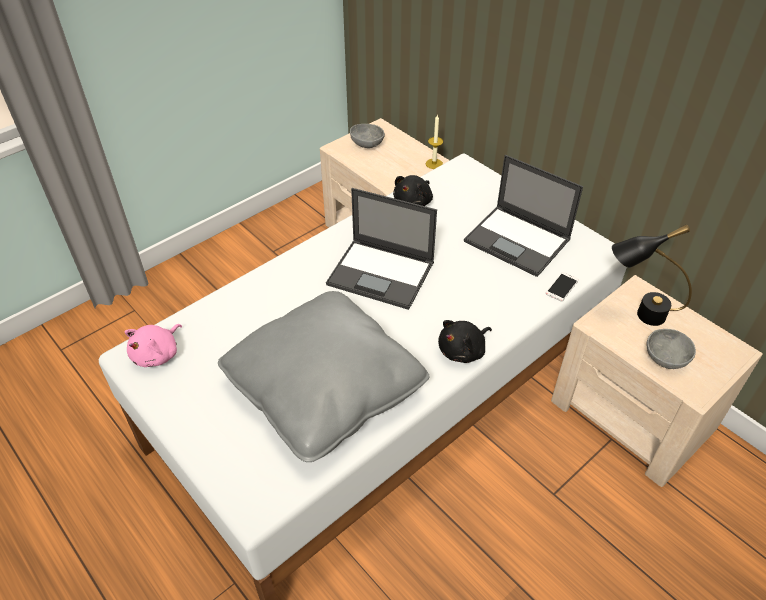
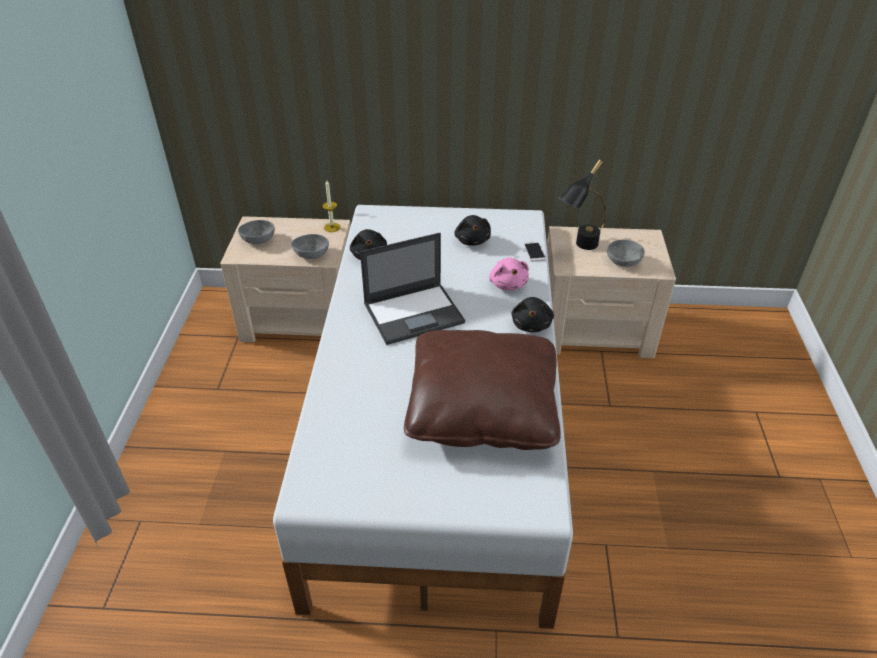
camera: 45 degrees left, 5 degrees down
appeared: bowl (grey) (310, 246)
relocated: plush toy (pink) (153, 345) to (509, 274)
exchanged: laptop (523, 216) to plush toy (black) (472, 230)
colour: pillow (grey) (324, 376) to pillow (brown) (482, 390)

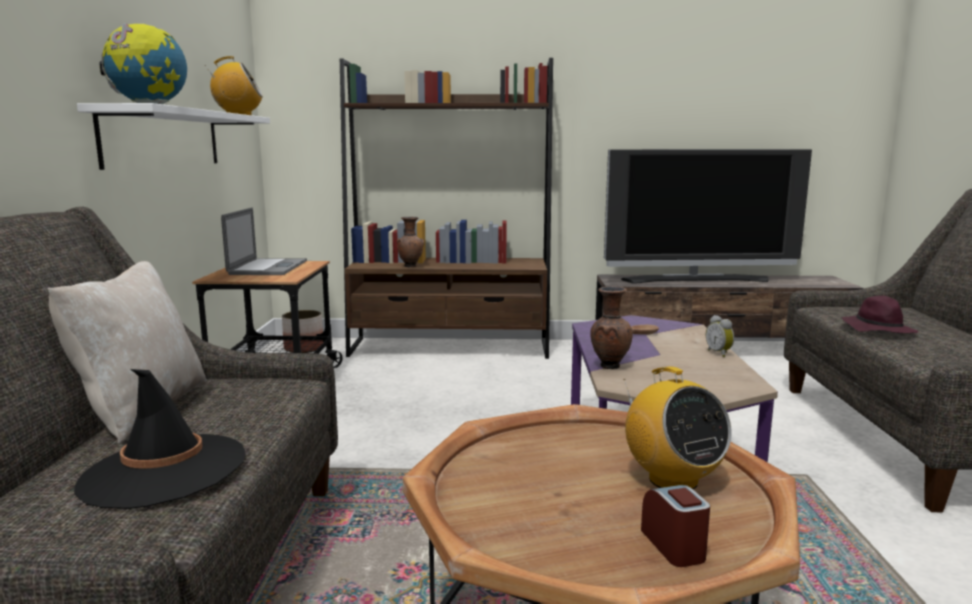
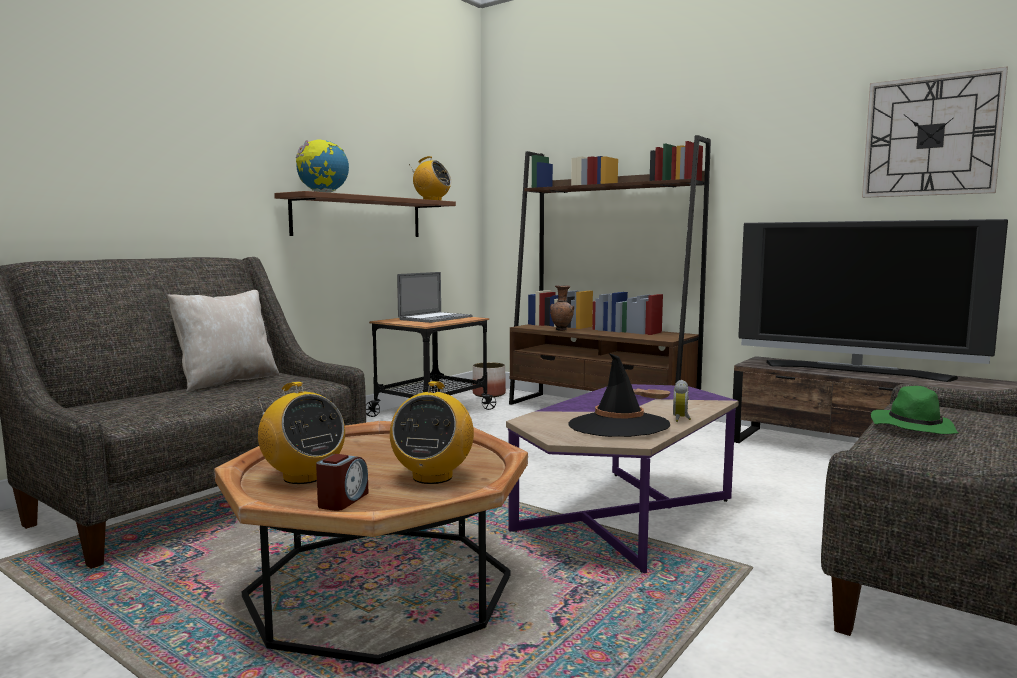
camera: 35 degrees right, 5 degrees down
missing: vase (brown) (611, 327)
appeared: wall clock (935, 132); radio (301, 433)
relocated: hat (black) (160, 439) to (619, 395)
colour: shelf (white) (173, 136) to shelf (brown) (365, 214); hat (purple) (880, 314) to hat (green) (915, 410)

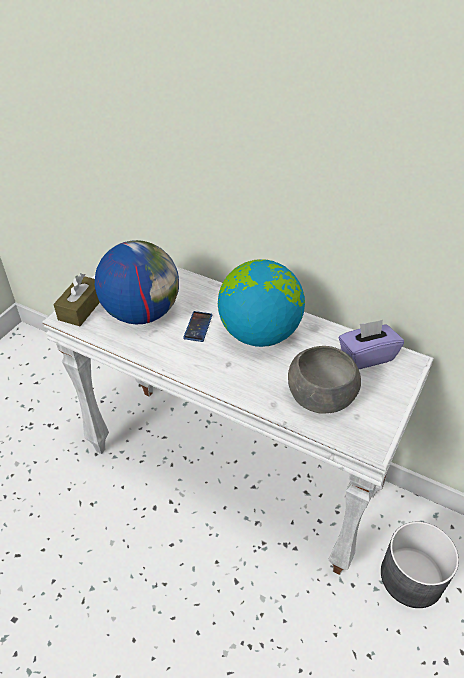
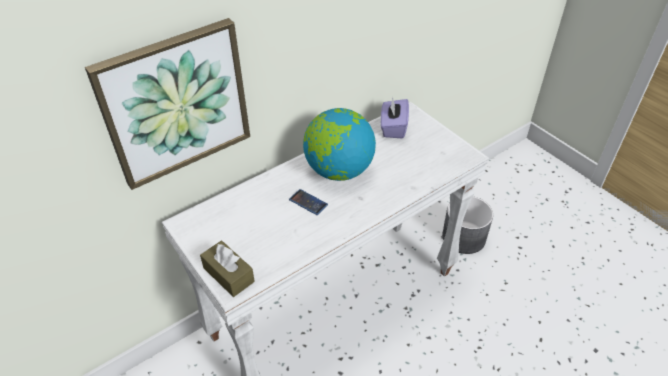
camera: 65 degrees left, 0 degrees up
missing: globe (137, 282); bowl (grey) (324, 380)
appeared: picture (167, 104)

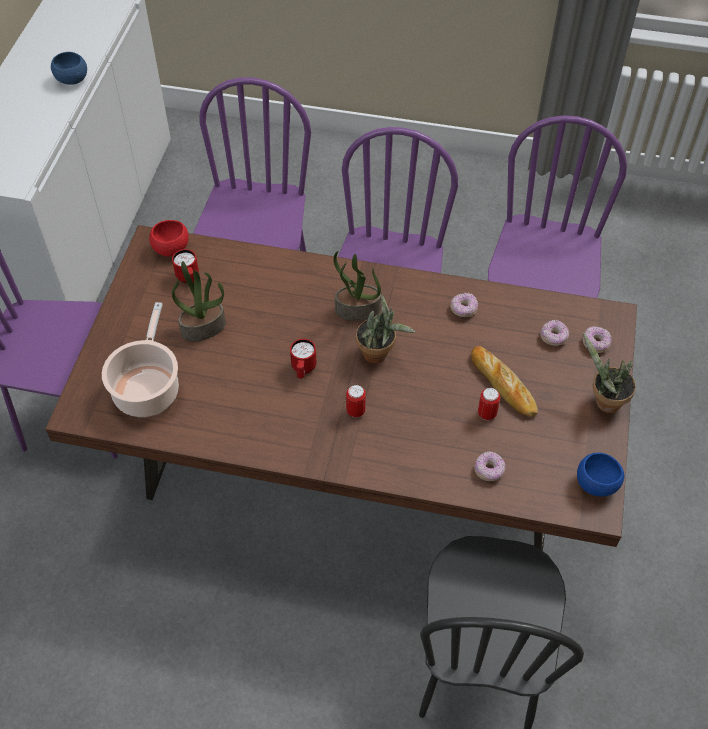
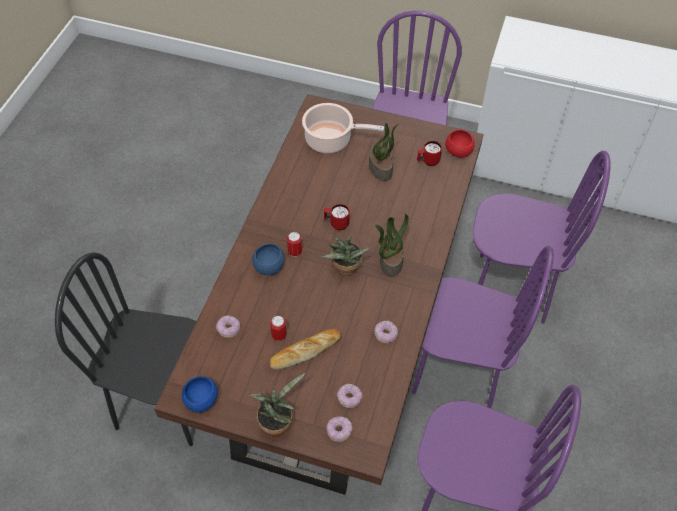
camera: 95 degrees right, 0 degrees up
relocated: bowl (blue) (69, 68) to (268, 259)

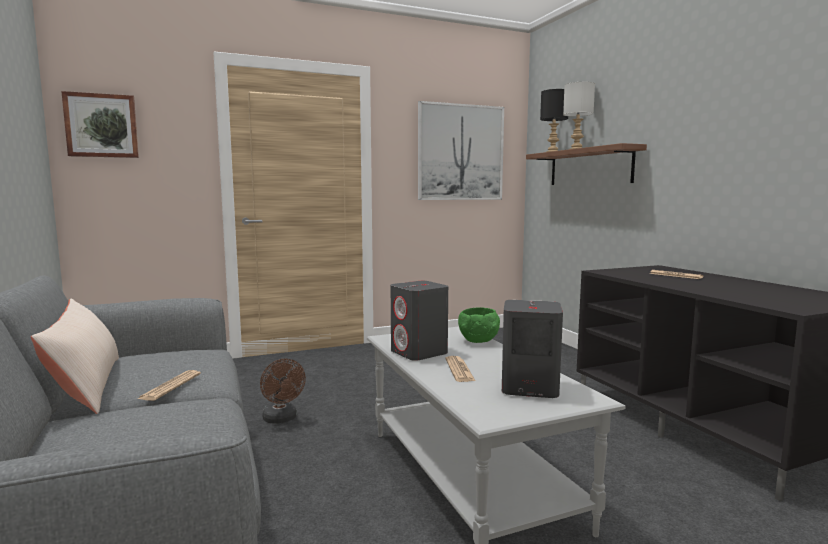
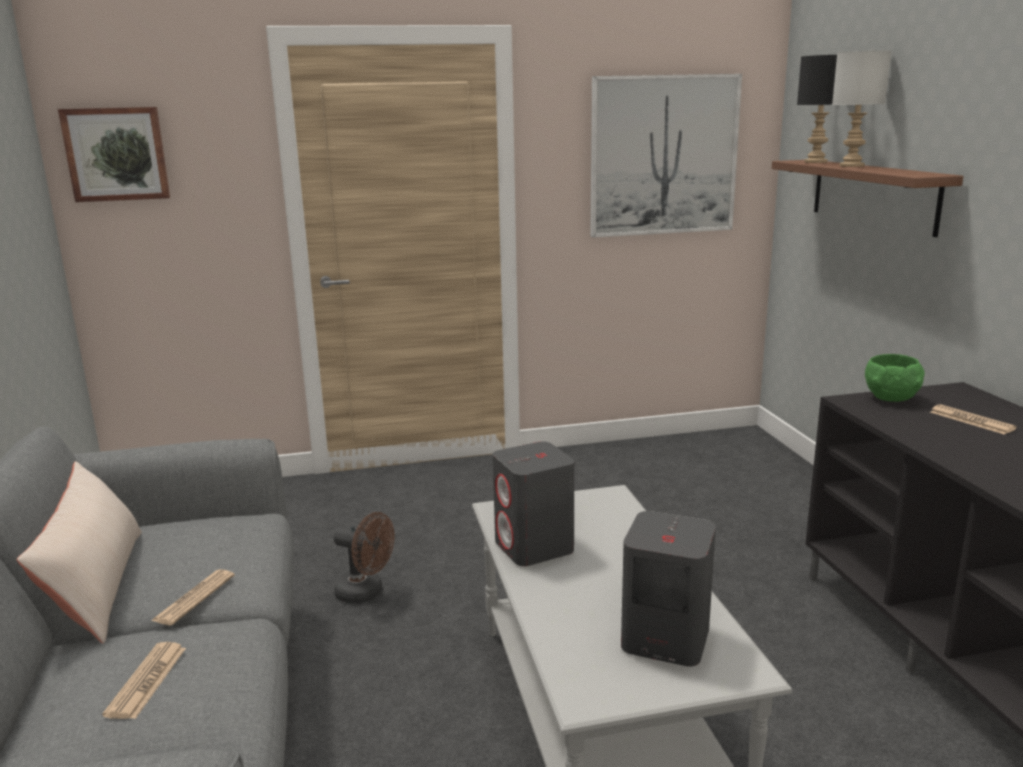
camera: 10 degrees right, 10 degrees up
relocated: bowl (green) (479, 325) to (895, 378); newspaper (460, 369) to (144, 680)
spun: fan (brown) (283, 391) = (364, 558) 45 degrees counterclockwise

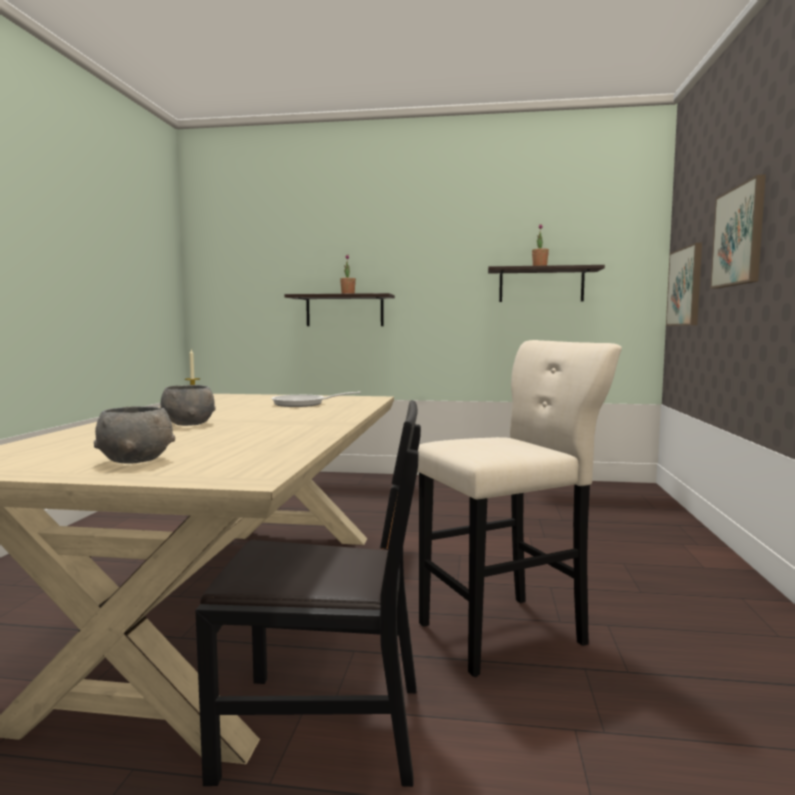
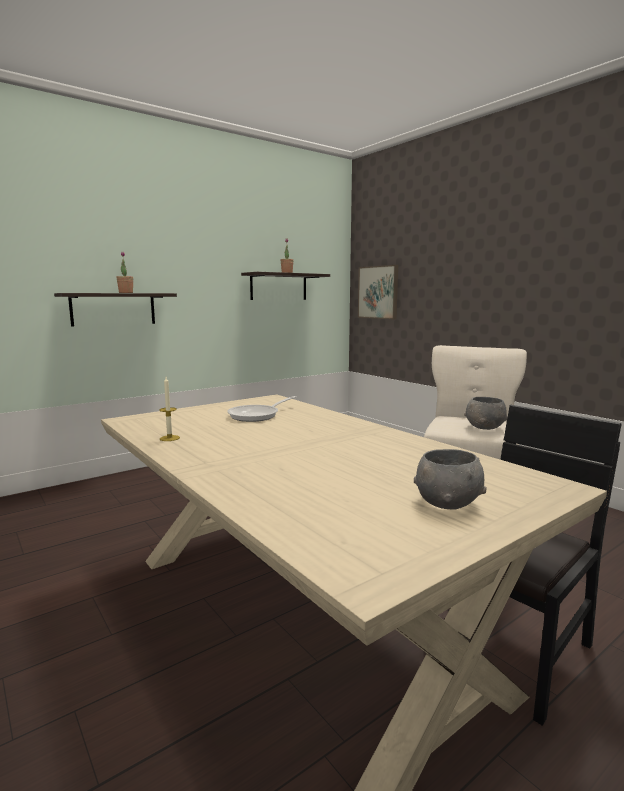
camera: 45 degrees left, 5 degrees up
missing: picture (738, 231)
relocated: bowl (grey) (188, 405) to (486, 413)

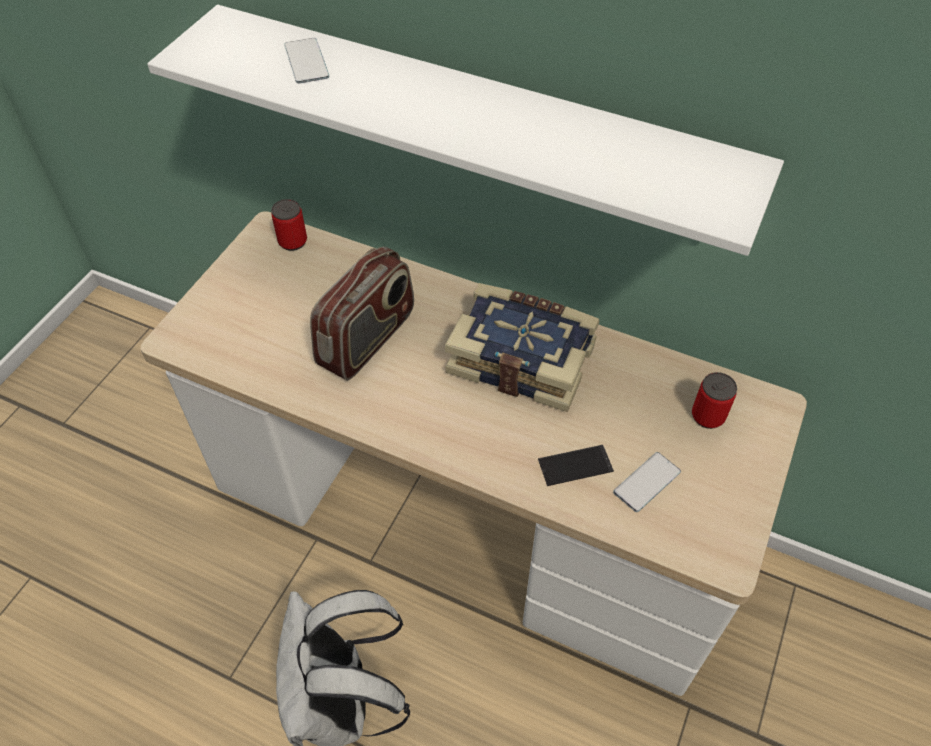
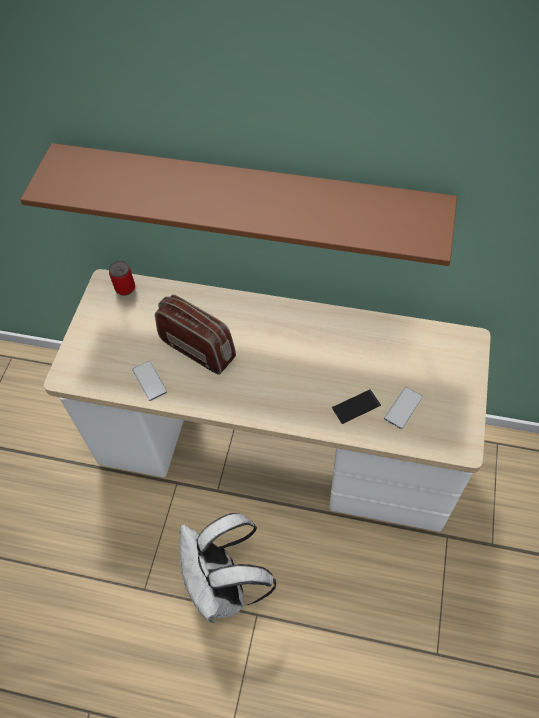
camera: 10 degrees left, 5 degrees up
missing: book (522, 347); can (714, 400)
relocated: phone (306, 60) to (149, 381)
colour: shelf (white) (465, 130) to shelf (brown) (238, 204)
spun: radio (362, 314) = (195, 335) 75 degrees counterclockwise

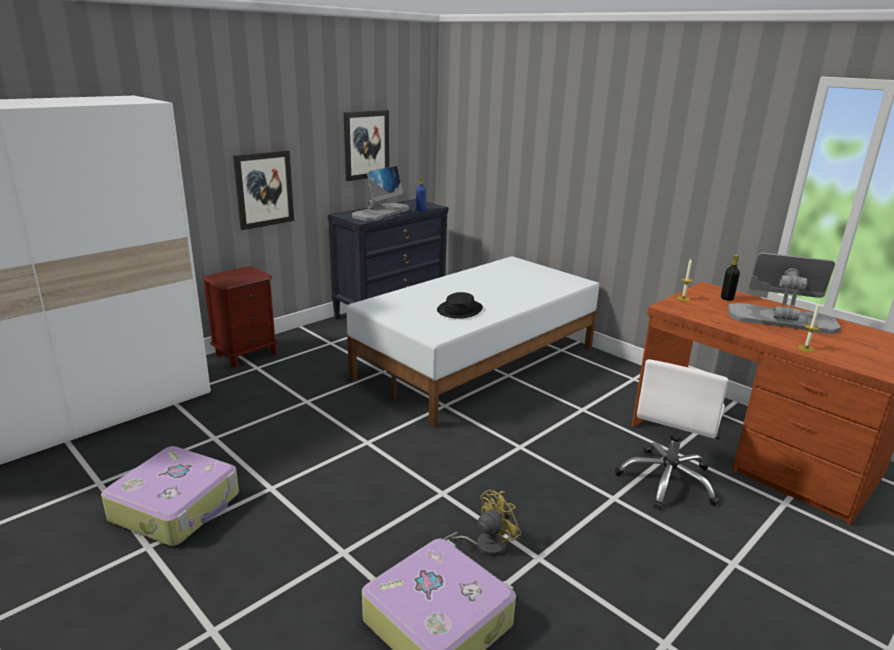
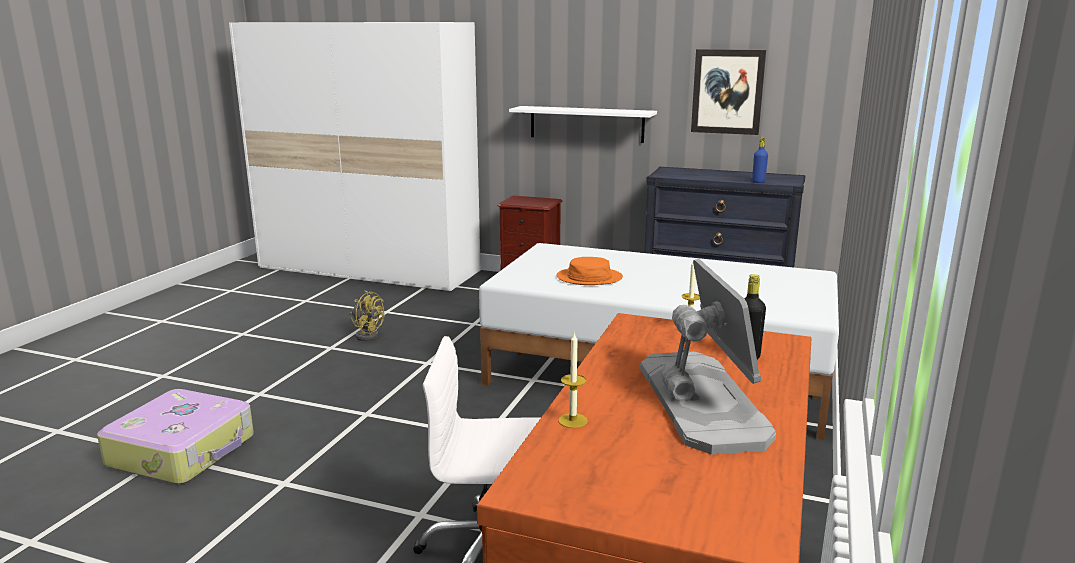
camera: 65 degrees right, 5 degrees down
missing: monitor (380, 193); suitcase (170, 496)
relocated: fan (yellow) (482, 522) to (366, 316)
exchanged: picture (263, 190) to shelf (white) (583, 124)
colour: hat (black) (460, 305) to hat (orange) (590, 271)

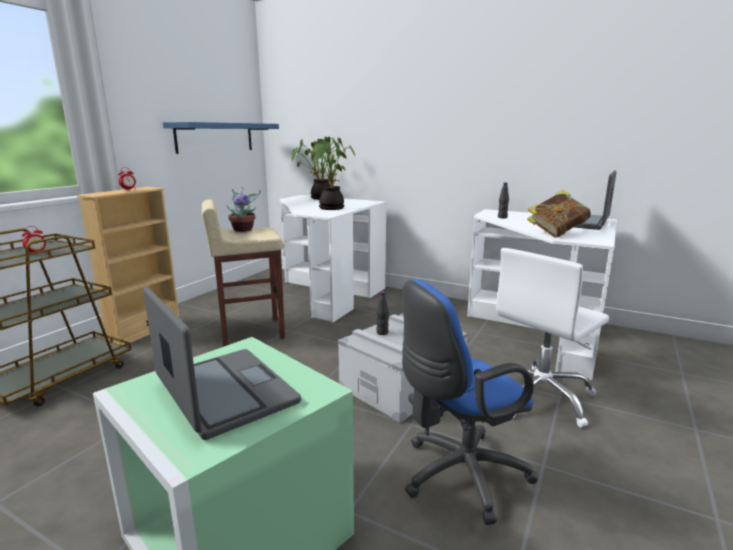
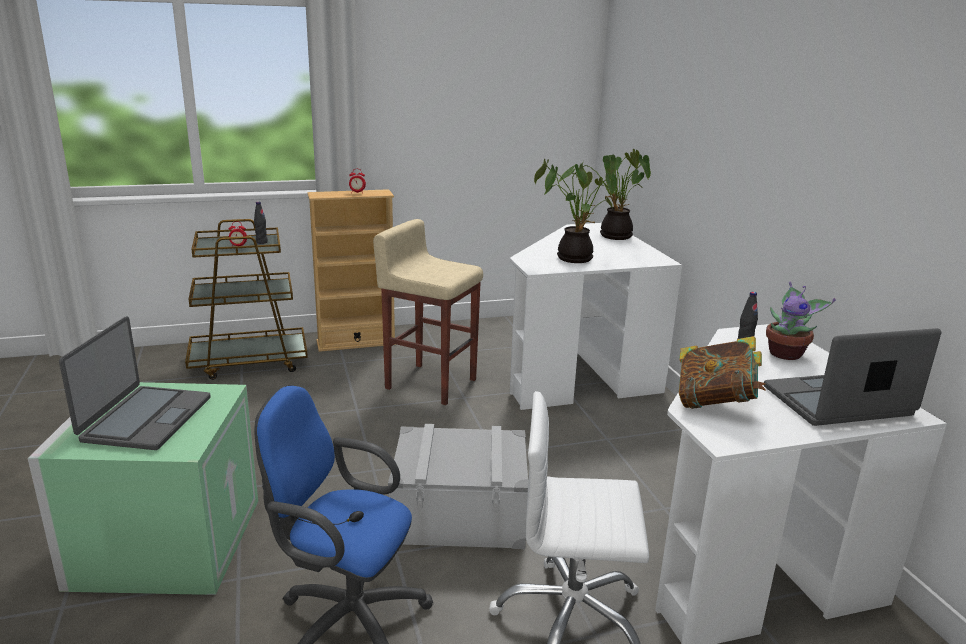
camera: 45 degrees right, 5 degrees up
missing: shelf (blue) (221, 138)
relocated: potted plant (243, 209) to (801, 320); bottle (black) (382, 313) to (261, 223)

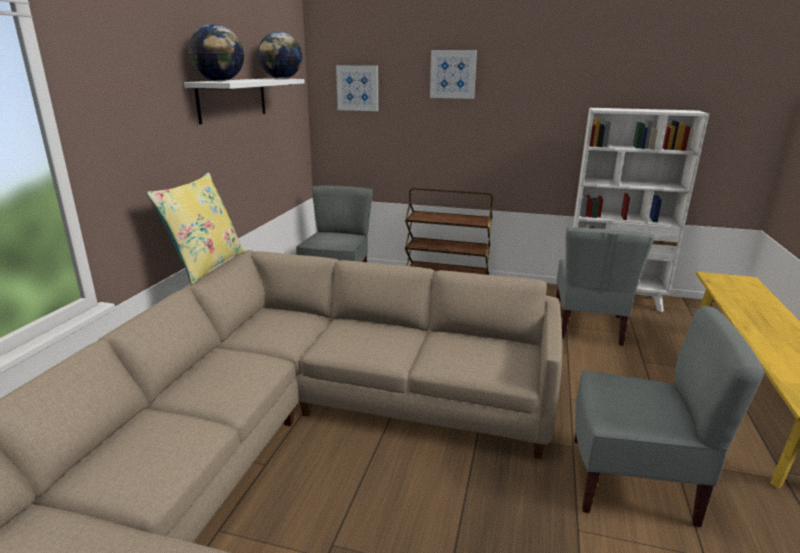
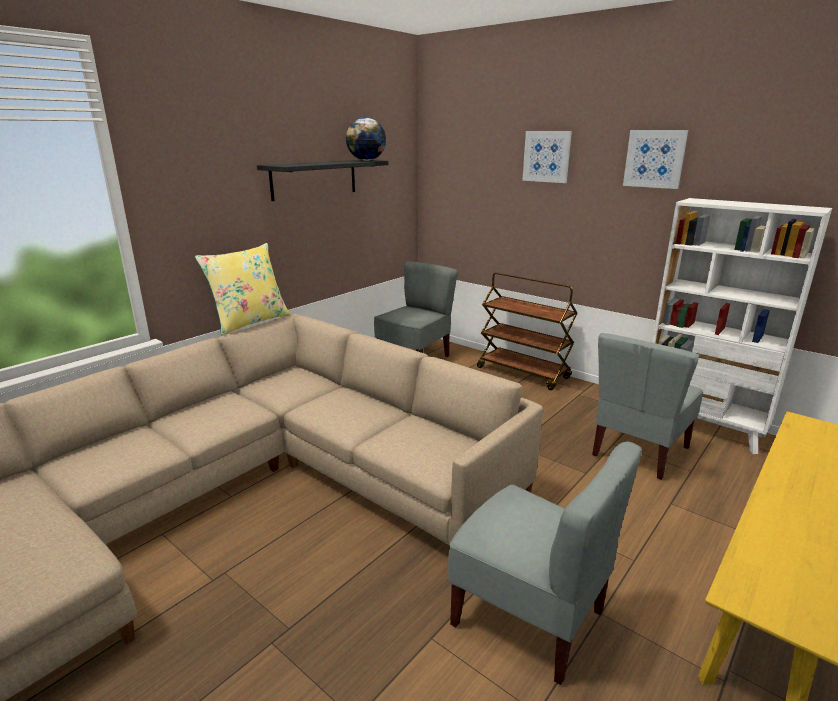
camera: 25 degrees right, 0 degrees up
missing: globe (216, 52)
relocated: picture (357, 88) to (655, 159)
colour: shelf (white) (244, 101) to shelf (black) (322, 180)

